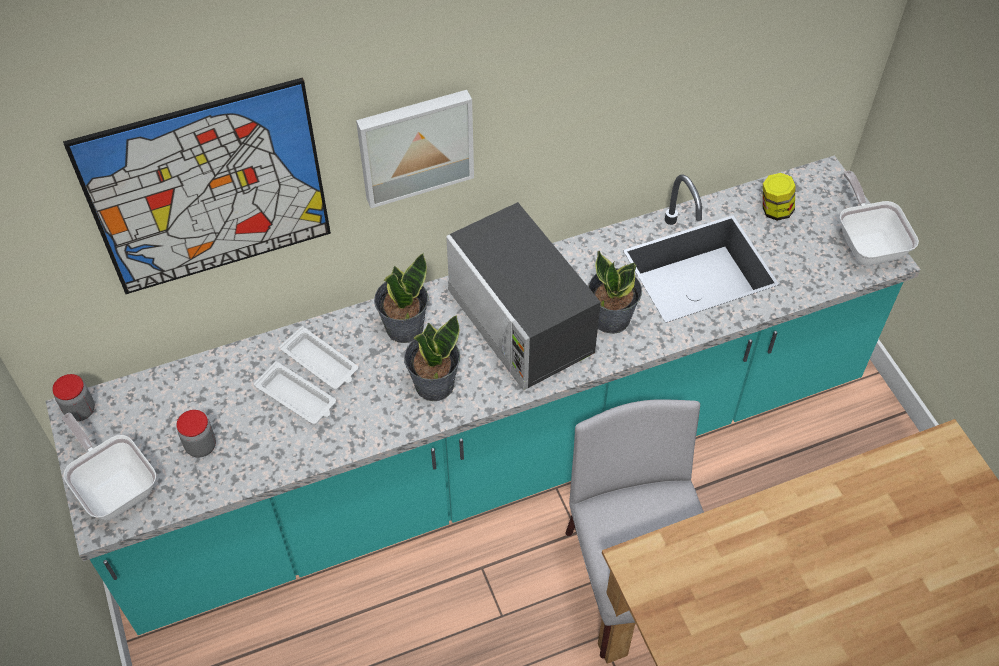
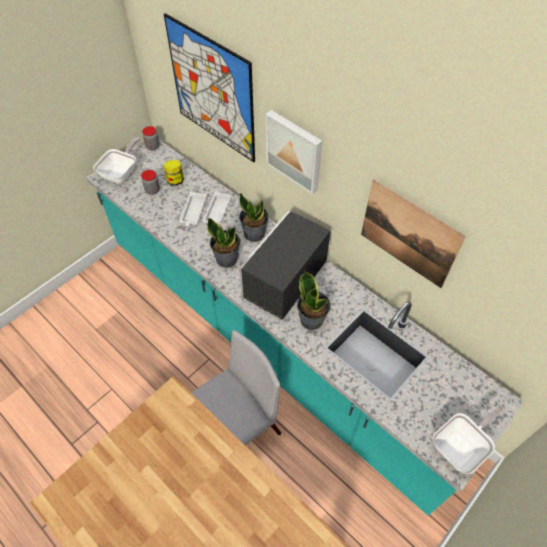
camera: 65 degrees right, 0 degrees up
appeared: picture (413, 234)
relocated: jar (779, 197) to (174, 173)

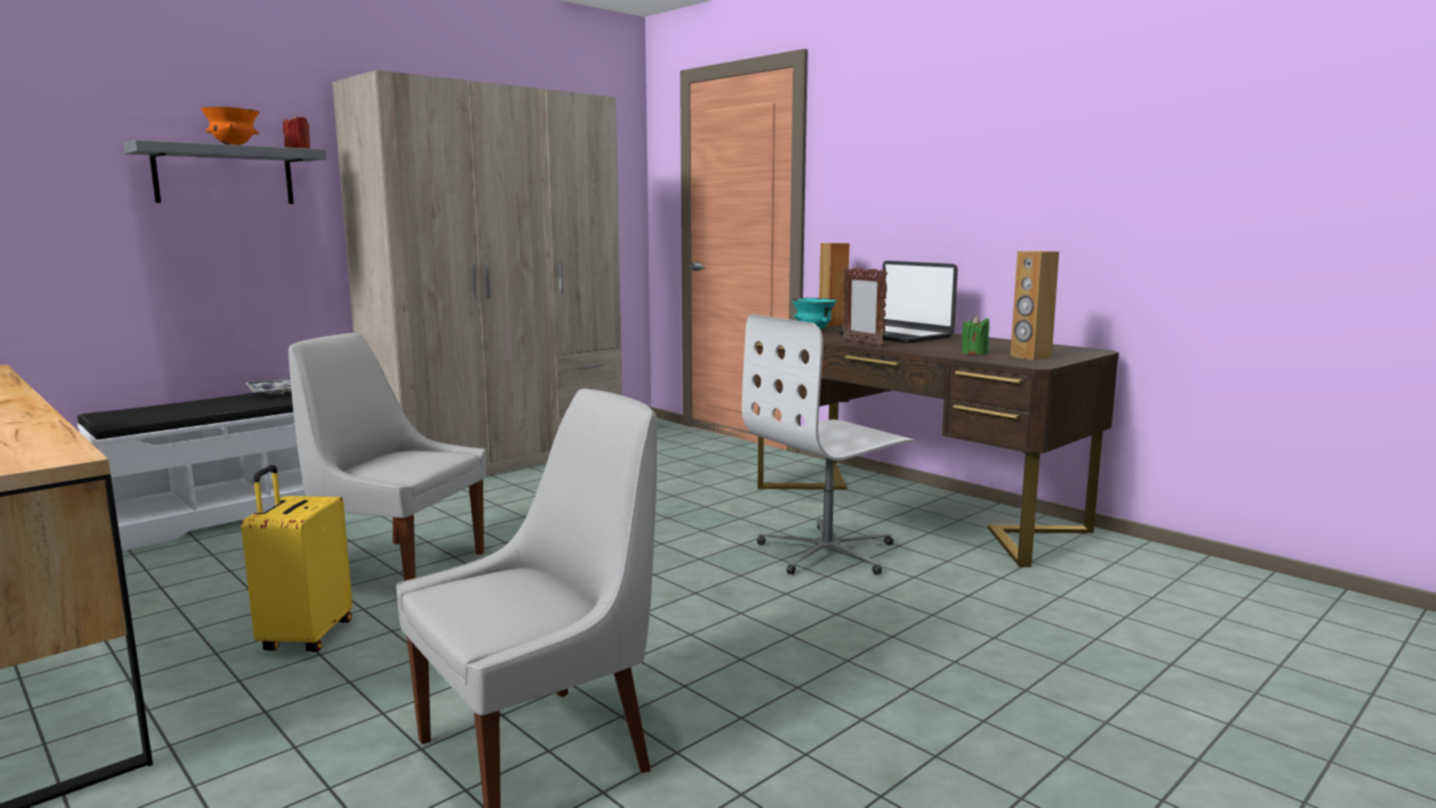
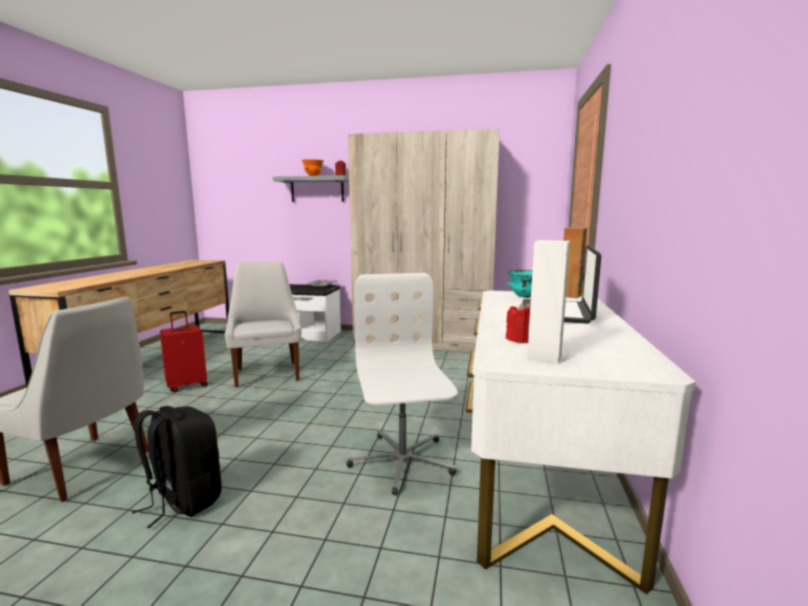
camera: 55 degrees right, 0 degrees up
missing: picture frame (865, 307)
appeared: backpack (black) (176, 467)
colour: speaker (brown) (1034, 305) to speaker (white) (548, 302); candle (green) (975, 335) to candle (red) (518, 323); desk (brown) (936, 446) to desk (white) (580, 442); suitcase (yellow) (296, 558) to suitcase (red) (184, 351)
spun: office chair (white) (828, 444) = (402, 384) 60 degrees clockwise

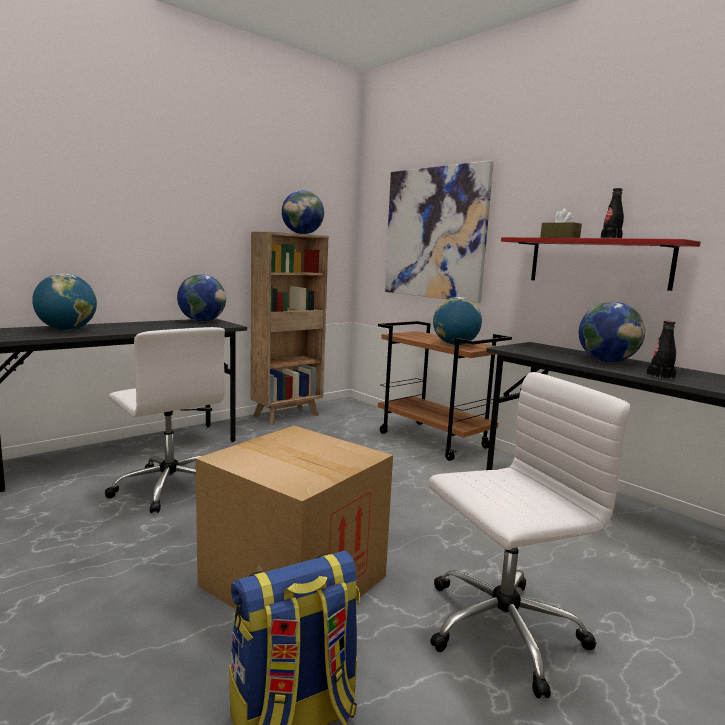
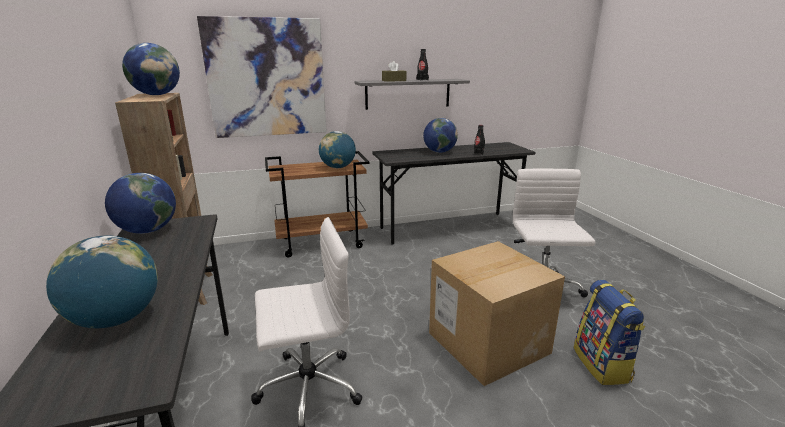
camera: 65 degrees left, 10 degrees up
colour: shelf (red) (601, 264) to shelf (grey) (412, 94)

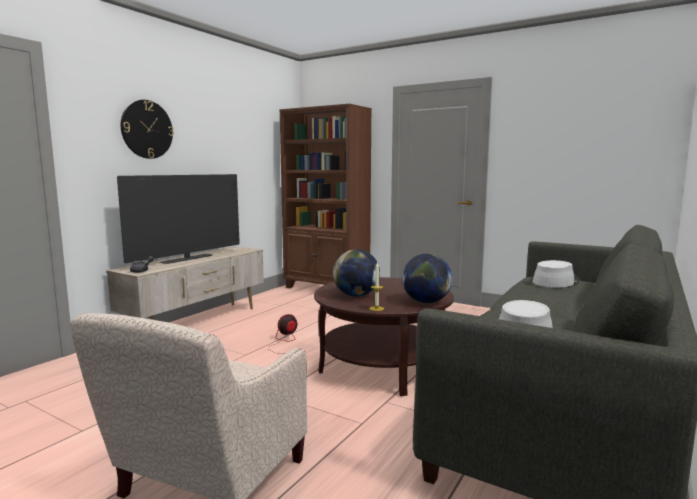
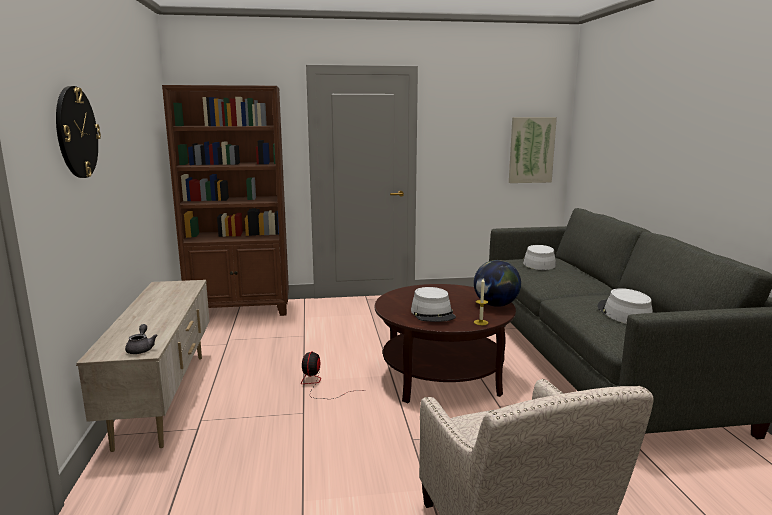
camera: 40 degrees left, 5 degrees up
missing: television (178, 219)
appeared: picture (533, 150)
exchanged: globe (356, 273) to hat (grey) (433, 304)

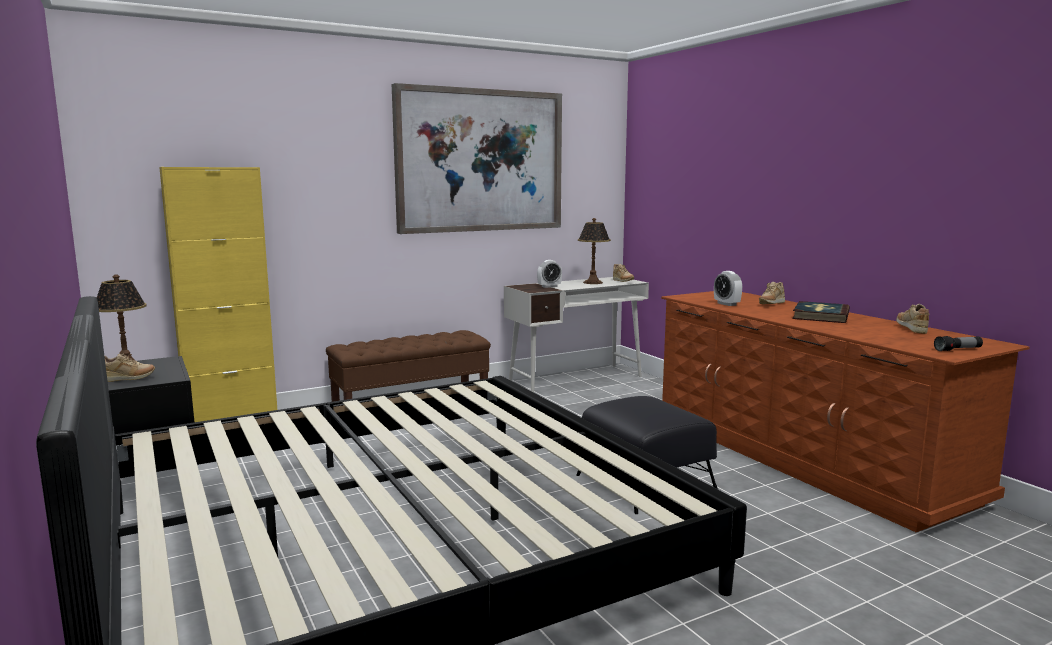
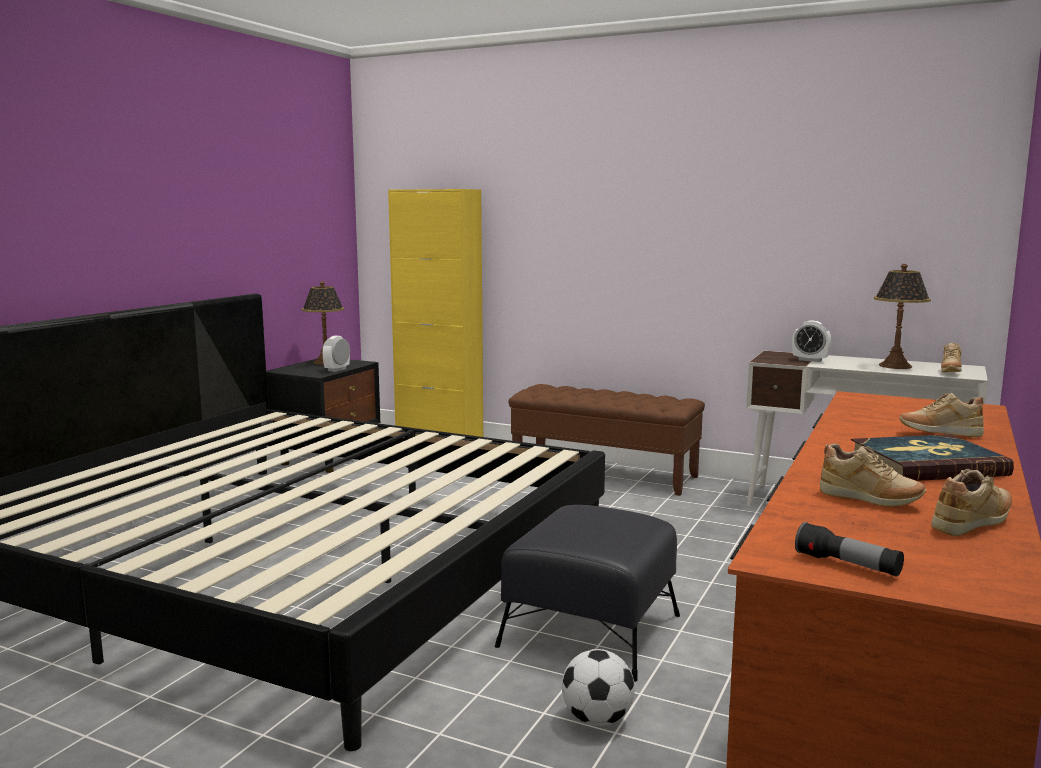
camera: 55 degrees right, 0 degrees up
missing: picture (477, 158)
appeared: football (598, 687)
relocated: alarm clock (728, 288) to (336, 354); shoe (beige) (130, 367) to (873, 475)

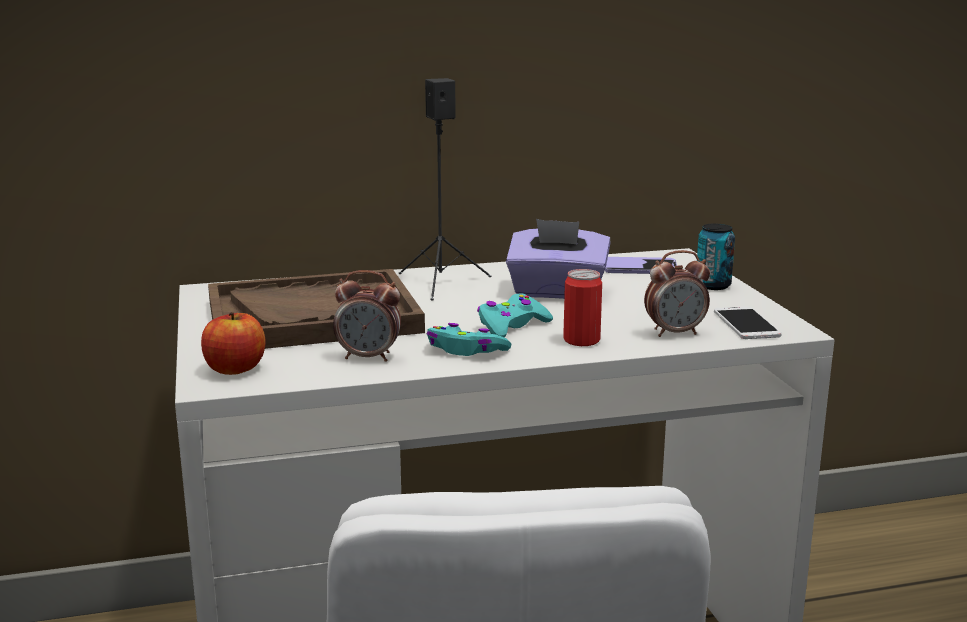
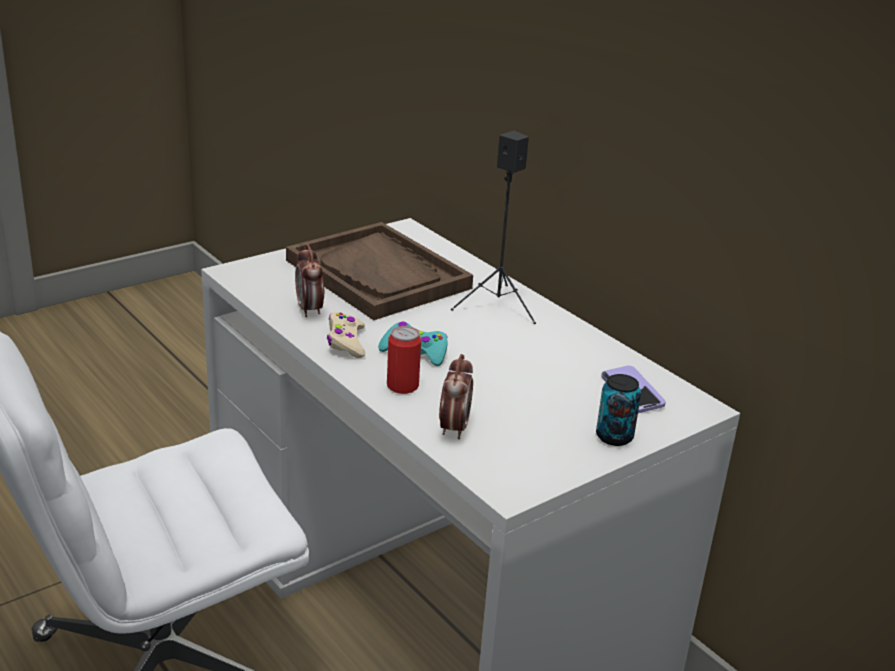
camera: 65 degrees right, 10 degrees up
missing: tissue box (purple) (558, 259); phone (748, 322); apple (233, 343)
colour: game controller (turquoise) (469, 339) to game controller (beige) (346, 335)
spun: alarm clock (677, 293) = (456, 396) 135 degrees counterclockwise

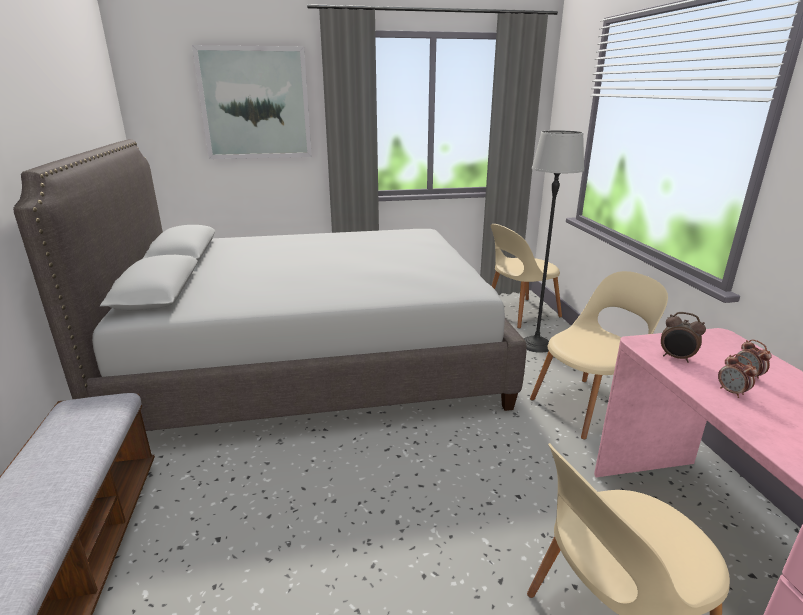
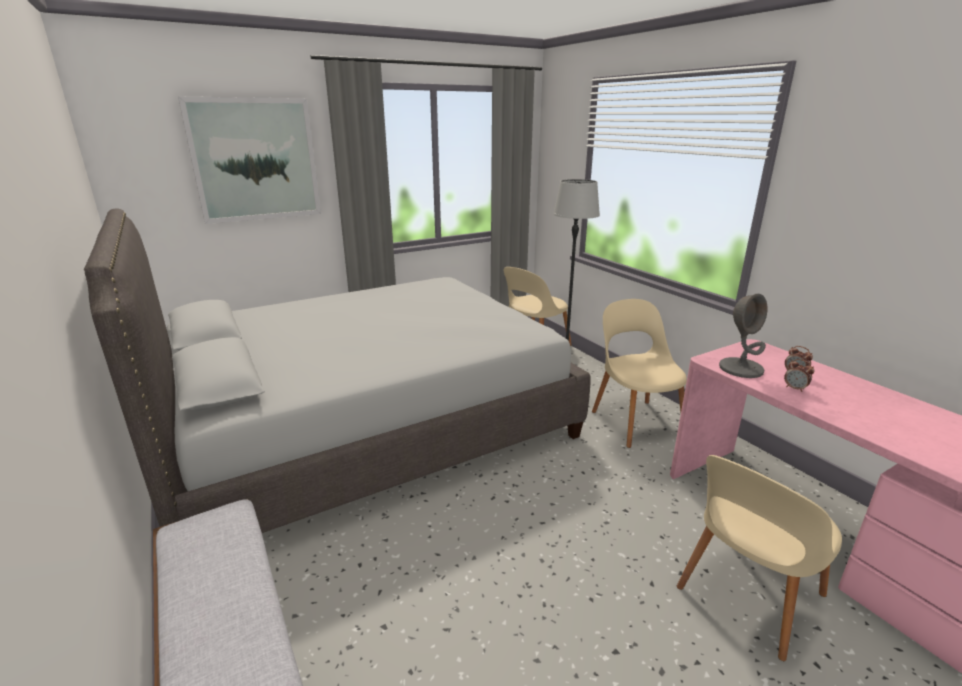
camera: 20 degrees left, 0 degrees up
exchanged: alarm clock (683, 337) to table lamp (grey) (743, 336)
spun: chair (beige) (599, 355) = (639, 373) 60 degrees counterclockwise

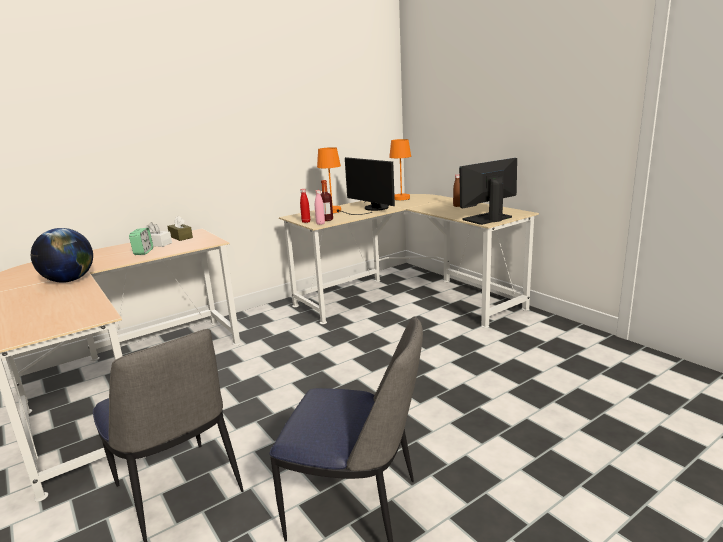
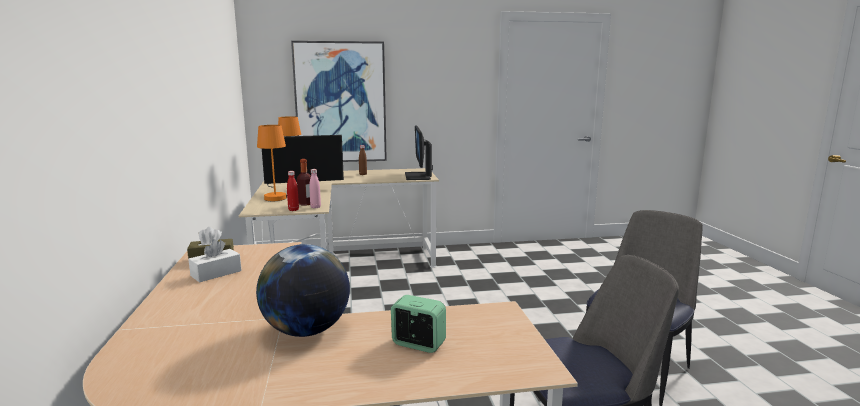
camera: 65 degrees left, 5 degrees down
appeared: picture (339, 101)
relocated: alarm clock (141, 241) to (418, 324)

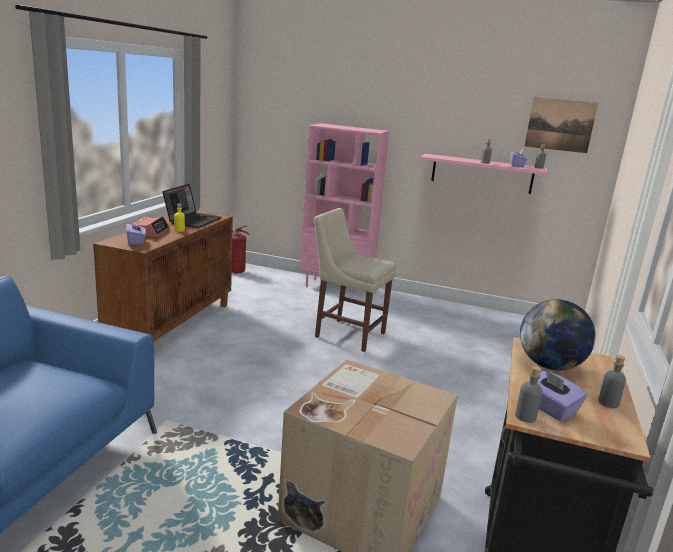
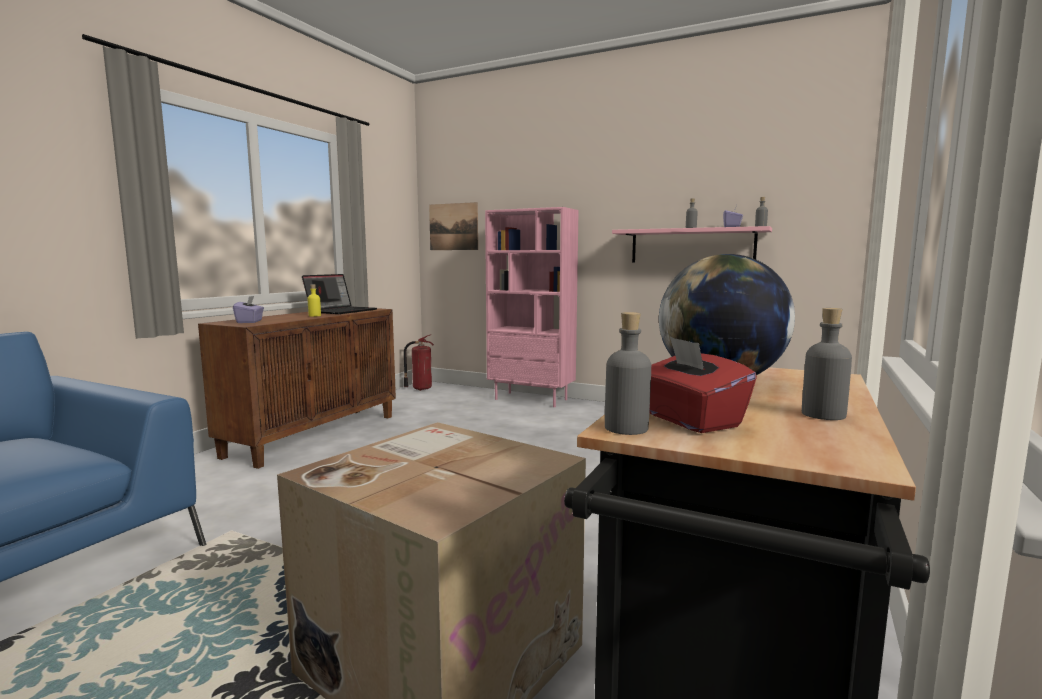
camera: 10 degrees right, 10 degrees down
missing: chair (beige) (355, 280); alarm clock (150, 226)
relocated: picture (561, 125) to (453, 226)
colour: tissue box (purple) (556, 395) to tissue box (red) (703, 385)

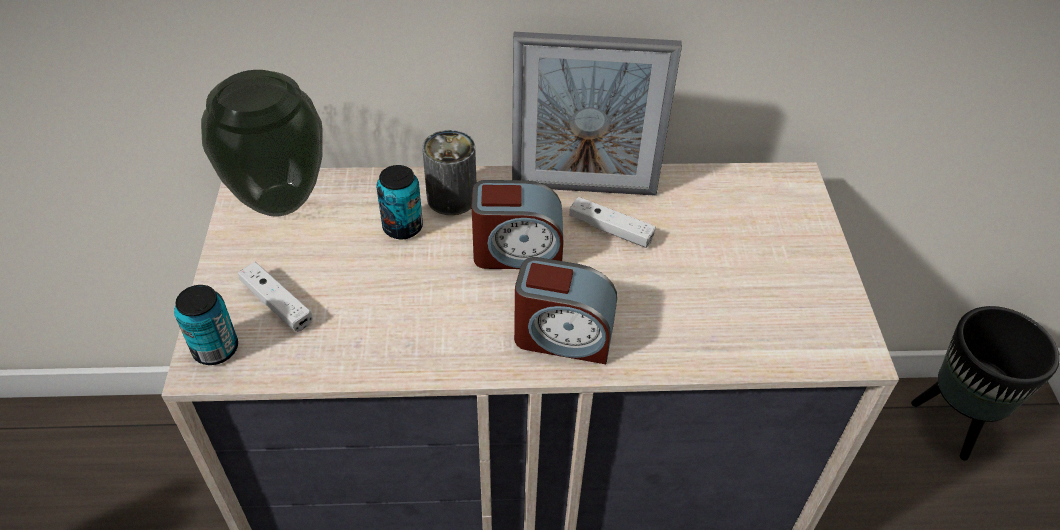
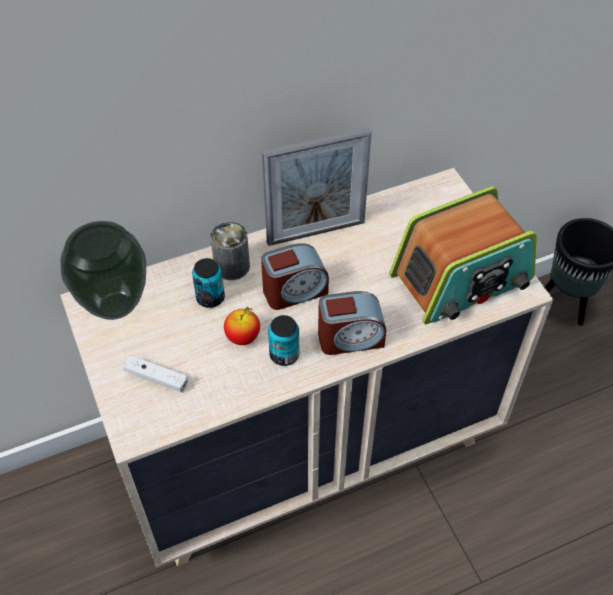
camera: 20 degrees left, 5 degrees up
missing: game controller (white) (612, 222)
appeared: radio (463, 255); apple (242, 326)
relocated: can (206, 325) to (283, 340)

